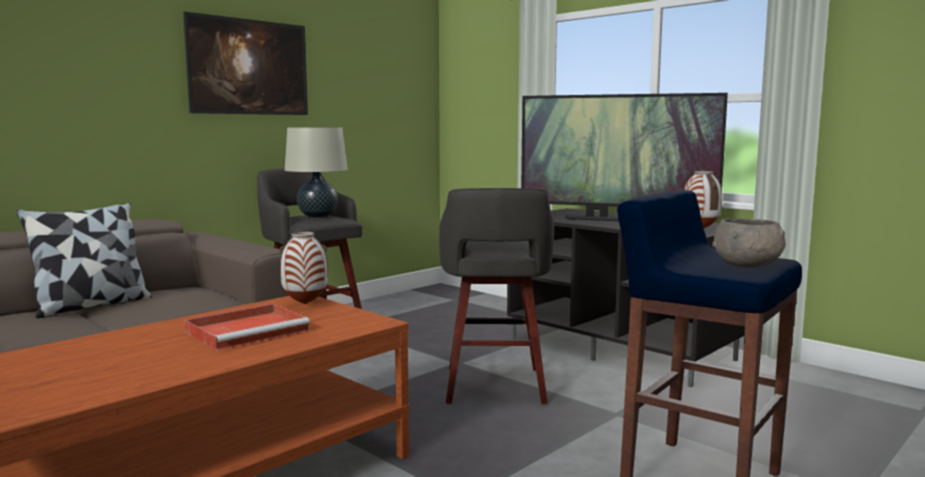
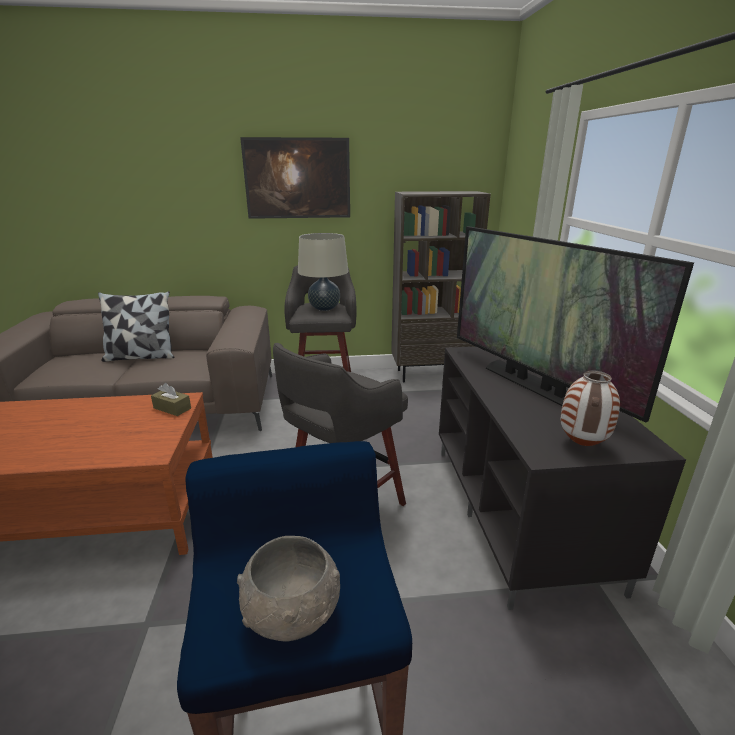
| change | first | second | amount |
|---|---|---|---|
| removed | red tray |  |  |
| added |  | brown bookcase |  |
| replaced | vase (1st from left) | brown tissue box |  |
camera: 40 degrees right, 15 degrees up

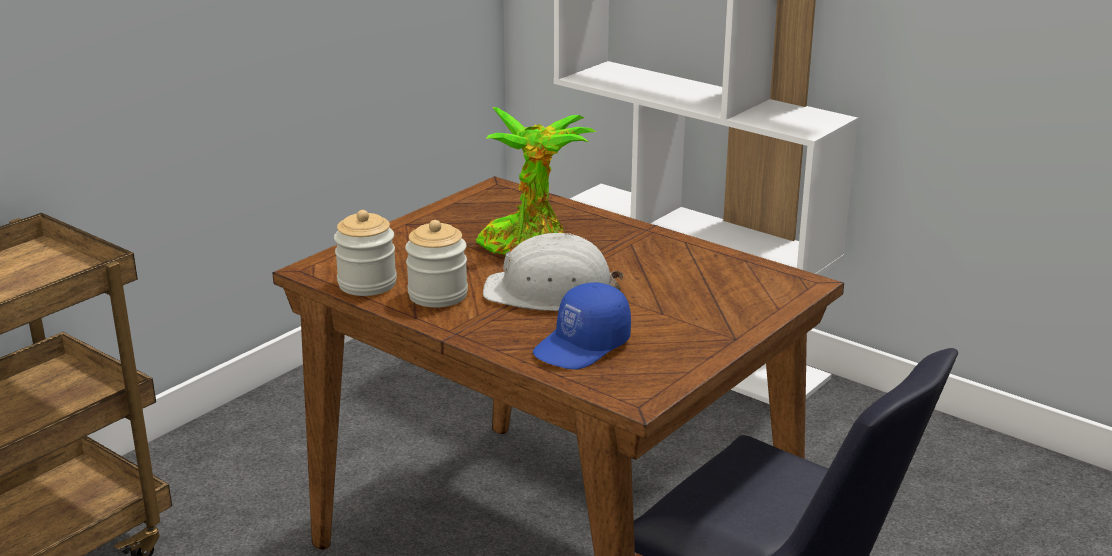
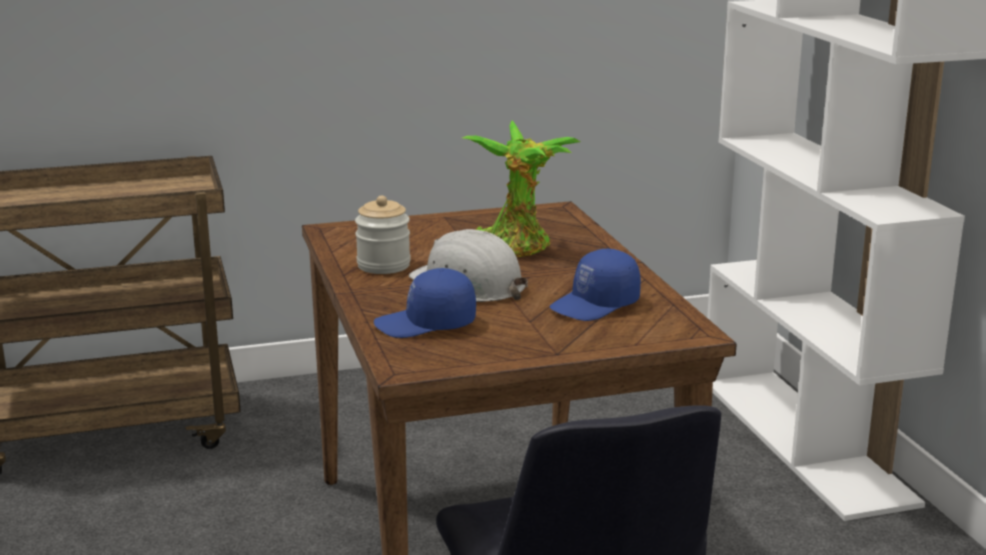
| change | first | second | amount |
|---|---|---|---|
| removed | jar (1st from left) |  |  |
| added |  | blue cap (2nd from left) |  |
camera: 35 degrees right, 5 degrees down

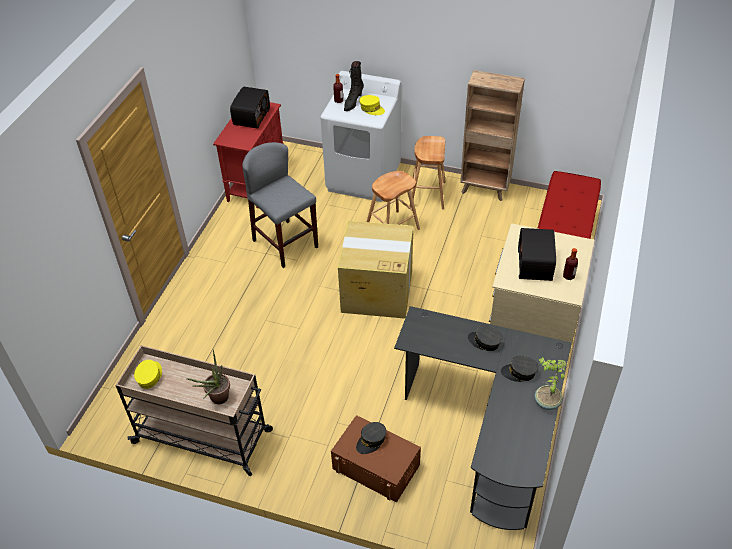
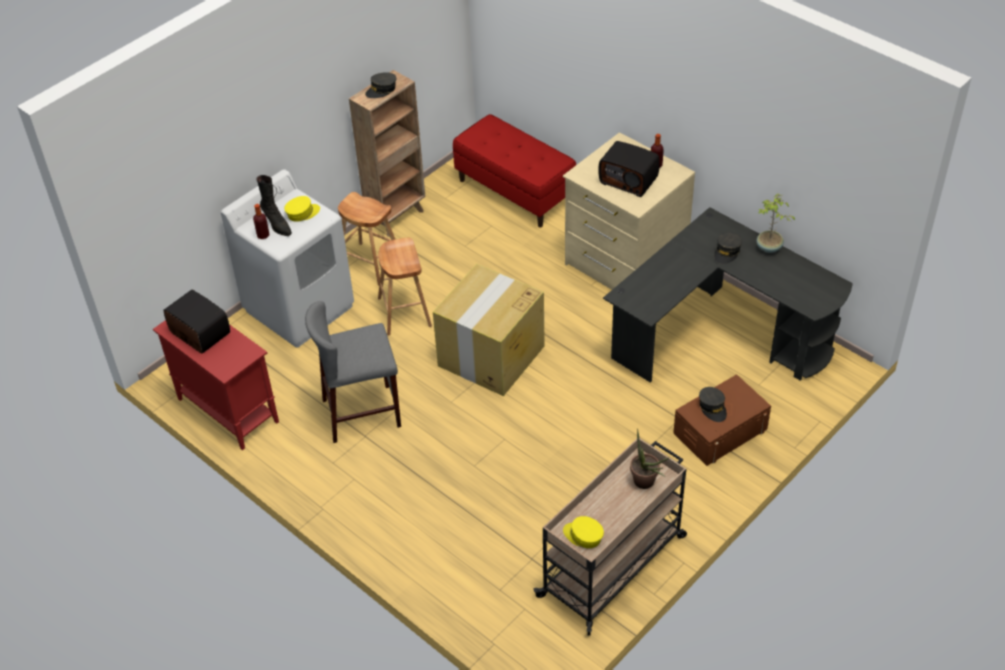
| change | first | second | amount |
|---|---|---|---|
| moved | grey cap (2nd from left in the first image) | grey cap (1st from left) |  |
camera: 65 degrees left, 0 degrees up

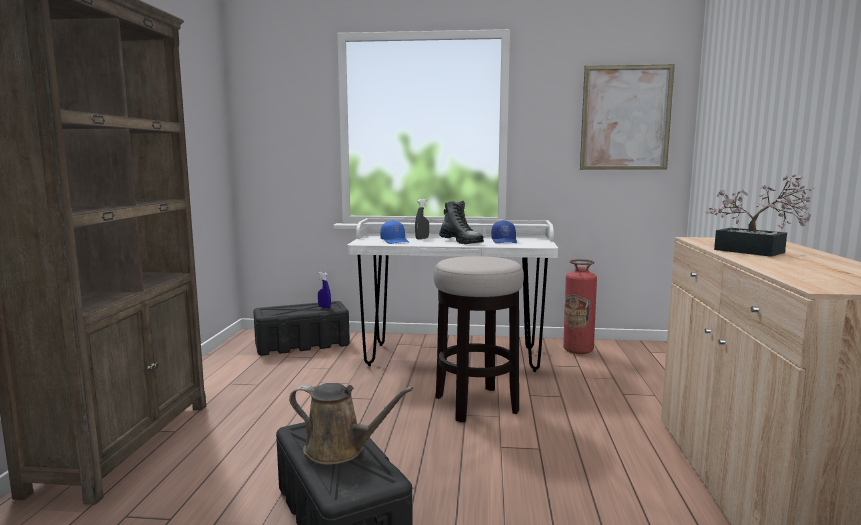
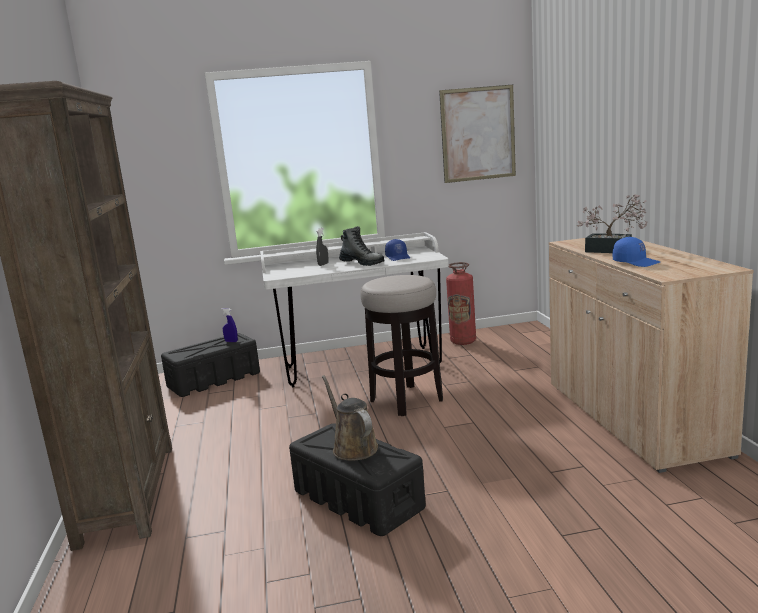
| change | first | second | amount |
|---|---|---|---|
| moved | blue cap (1st from left in the first image) | blue cap (2nd from left) |  |
| turned | brown watering can |  | 120 degrees counterclockwise |
camera: 15 degrees left, 5 degrees up

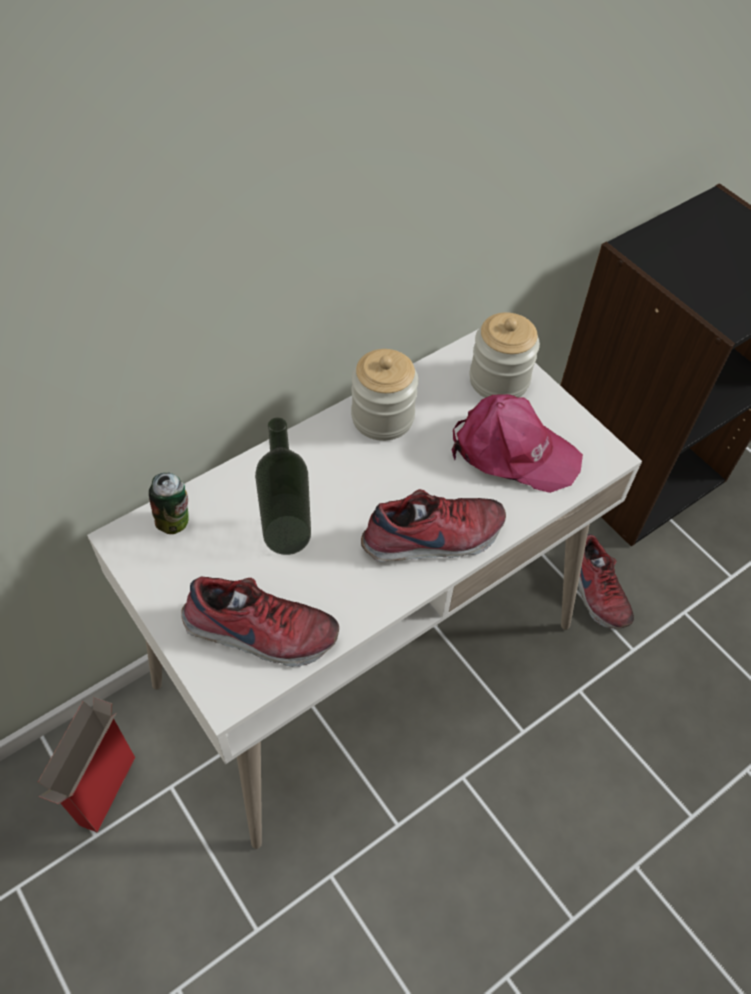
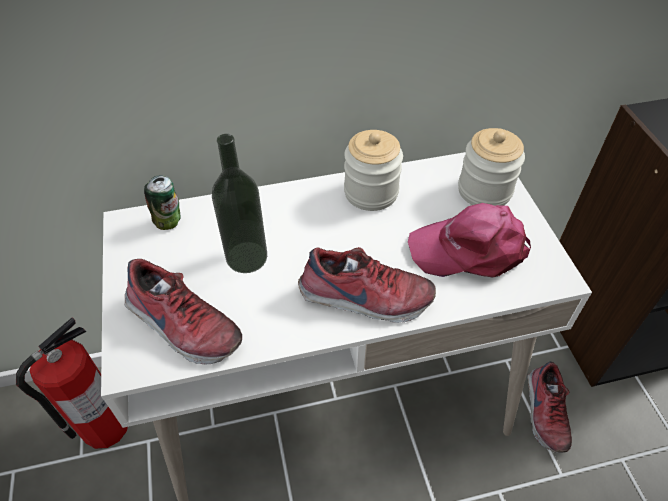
| change | first | second | amount |
|---|---|---|---|
| replaced | cardboard box | fire extinguisher |  |
| turned | pink cap |  | 135 degrees clockwise |
camera: 25 degrees right, 5 degrees down

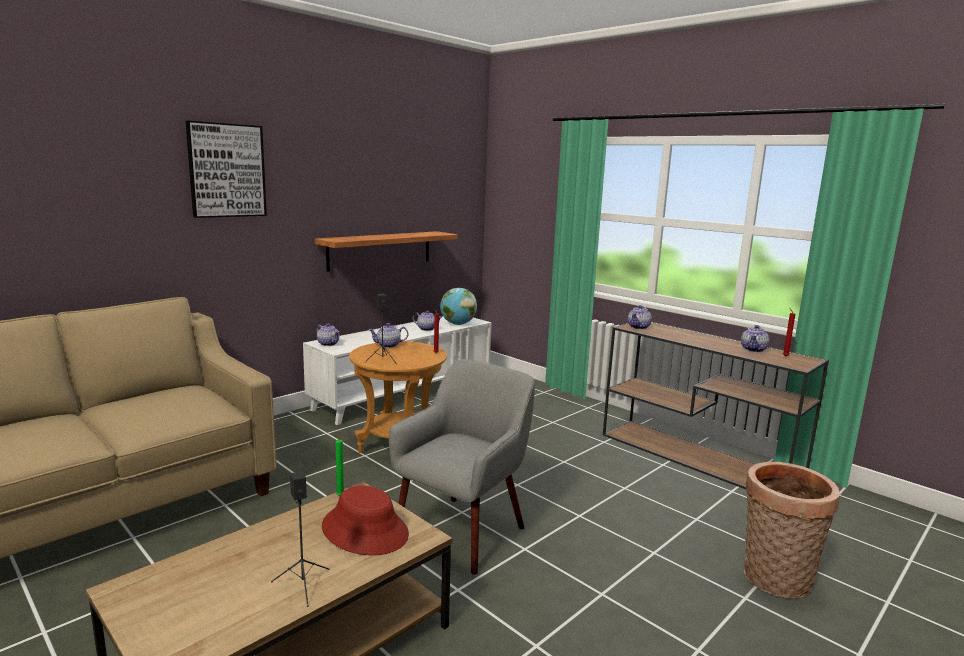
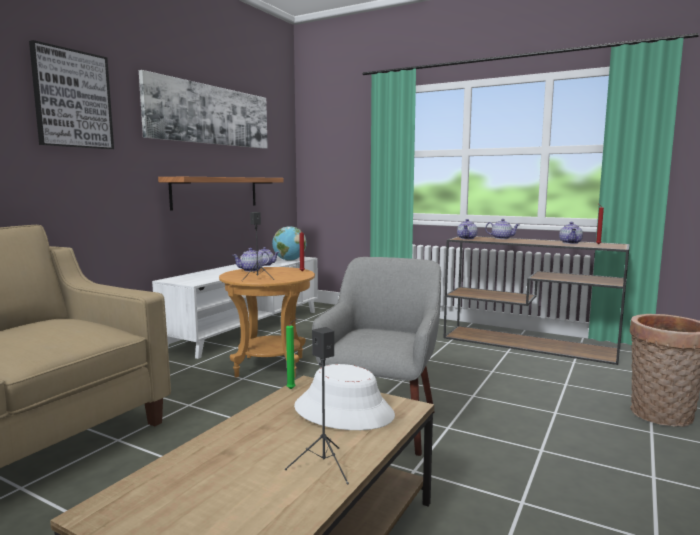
| change | first | second | amount |
|---|---|---|---|
| added |  | picture (2nd from left) |  |
| moved | teapot (1st from left in the first image) | teapot (4th from left) |  |
| recoloured | red hat | white hat |  |
camera: 15 degrees left, 5 degrees down

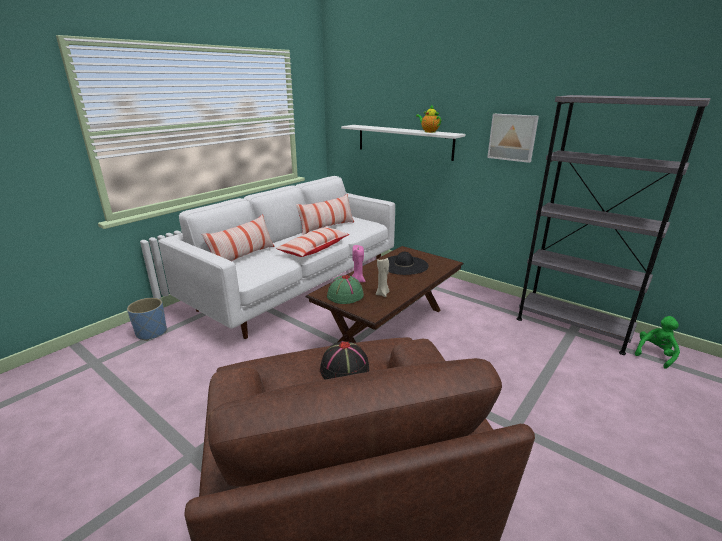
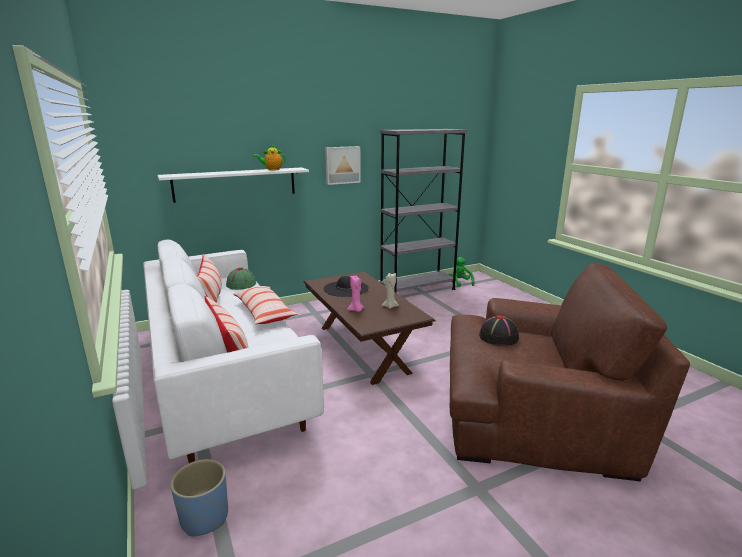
| change | first | second | amount |
|---|---|---|---|
| moved | green hat |  |  |
camera: 65 degrees left, 5 degrees down

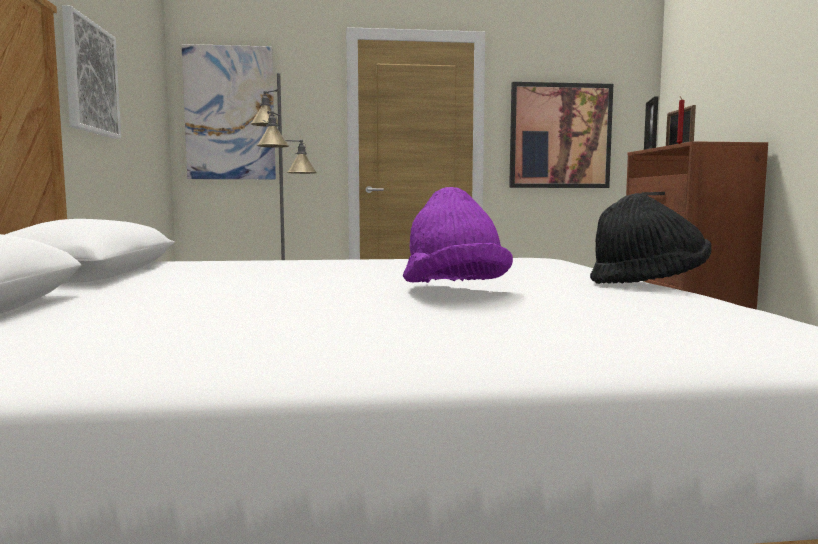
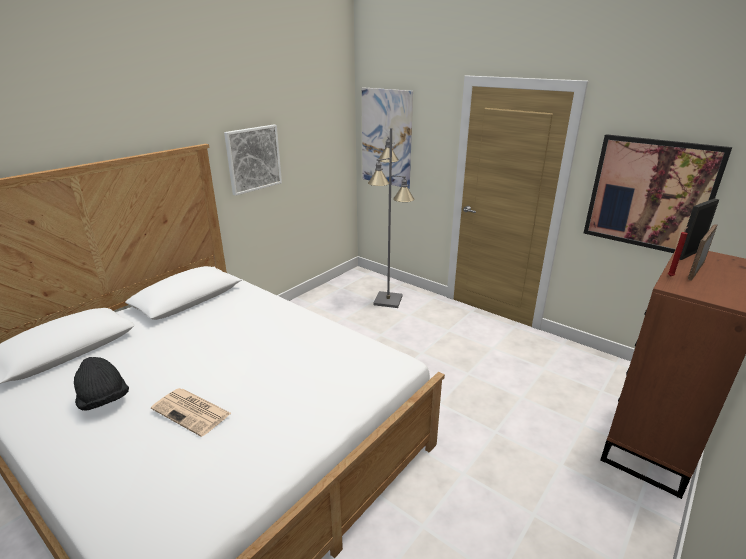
| change | first | second | amount |
|---|---|---|---|
| moved | black hat |  |  |
| replaced | purple hat | newspaper |  |
camera: 45 degrees right, 20 degrees up

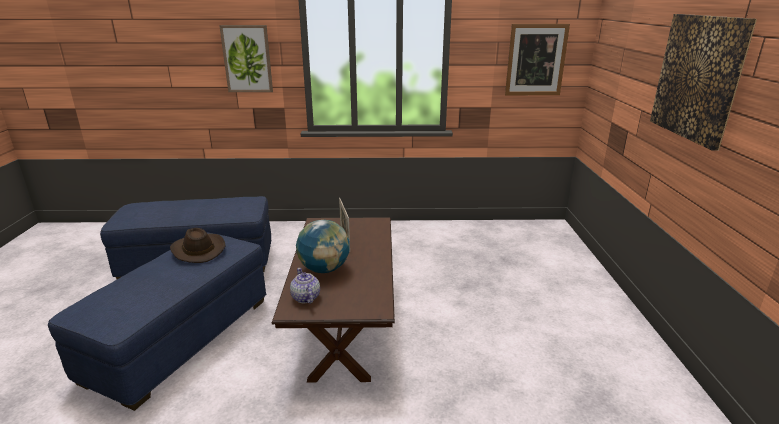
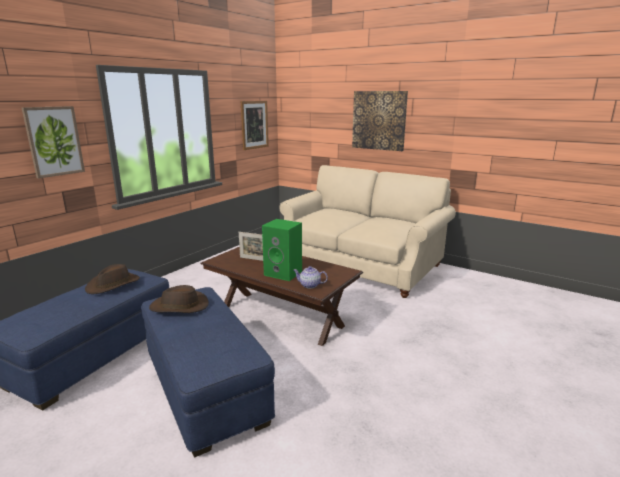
| change | first | second | amount |
|---|---|---|---|
| added |  | brown hat (1st from left) |  |
| added |  | beige sofa |  |
| replaced | globe | green speaker |  |
camera: 55 degrees left, 5 degrees down

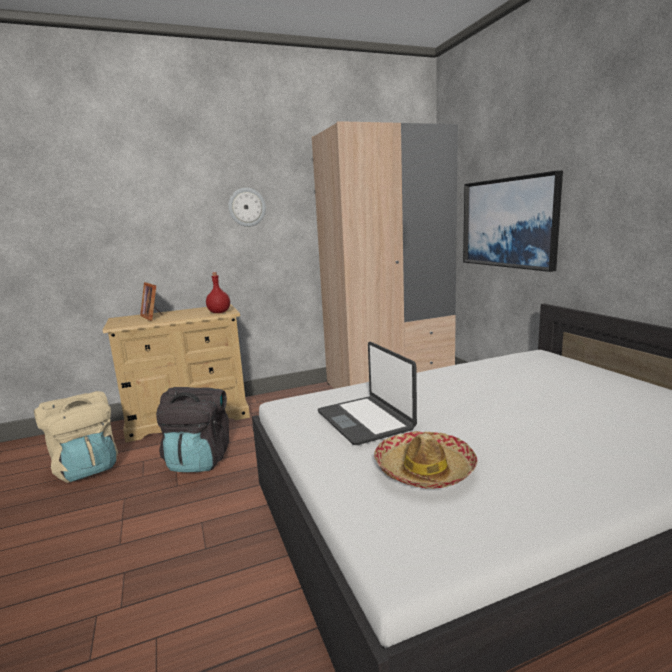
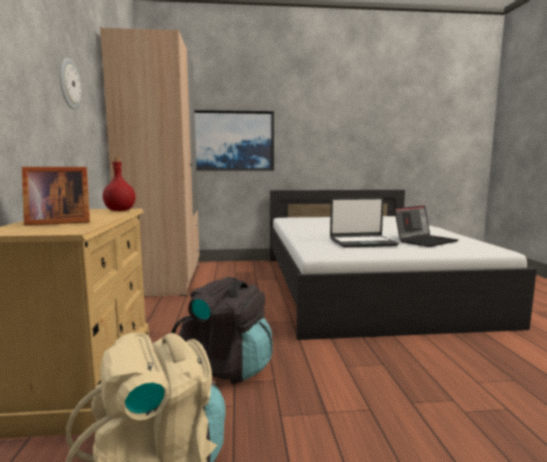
| change | first | second | amount |
|---|---|---|---|
| replaced | hat | laptop (2nd from left) |  |
camera: 75 degrees left, 5 degrees down

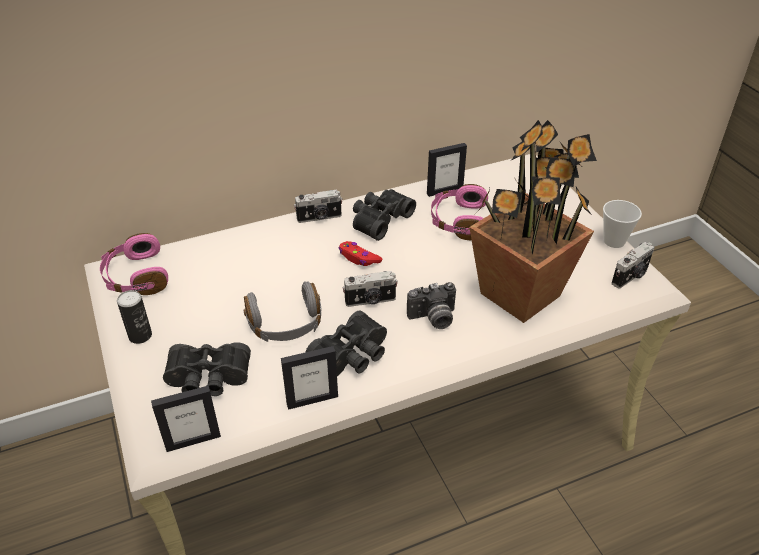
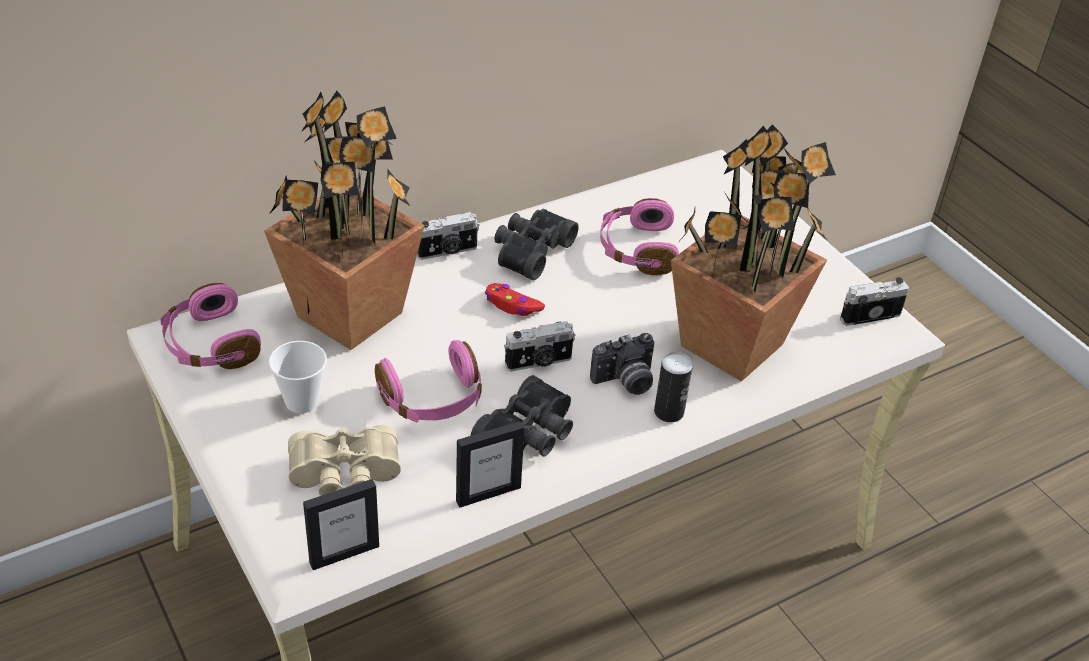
| change | first | second | amount |
|---|---|---|---|
| removed | picture frame (3rd from left) |  |  |
| added |  | potted plant (1st from left) |  |
| moved | can |  |  |
| moved | cup |  |  |
| recoloured | black binoculars (1st from left) | beige binoculars |  |
| recoloured | grey headphones | pink headphones (2nd from left) |  |
| turned | photo camera (4th from left) |  | 150 degrees counterclockwise |
camera: 10 degrees left, 0 degrees up

